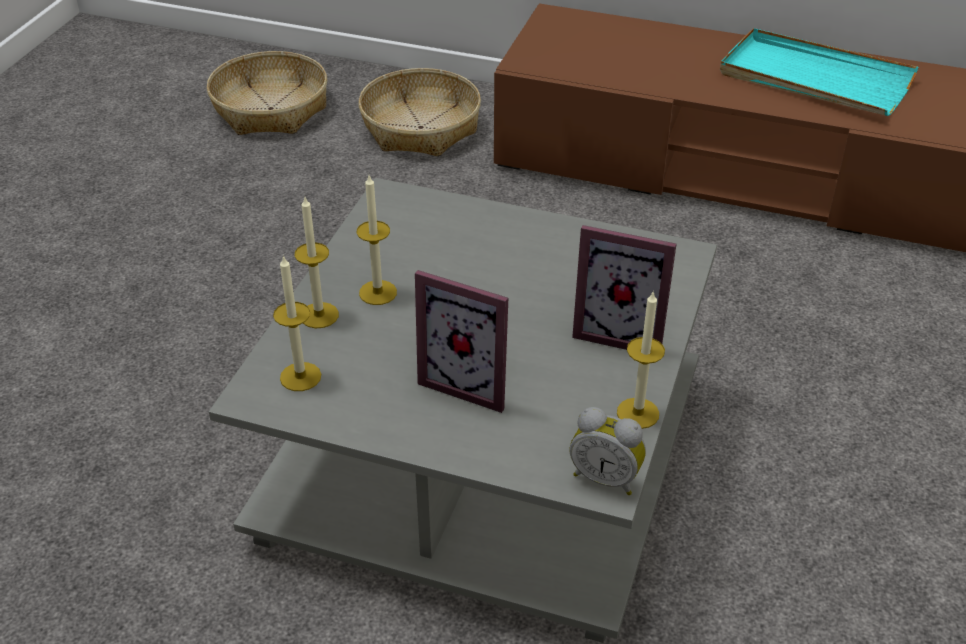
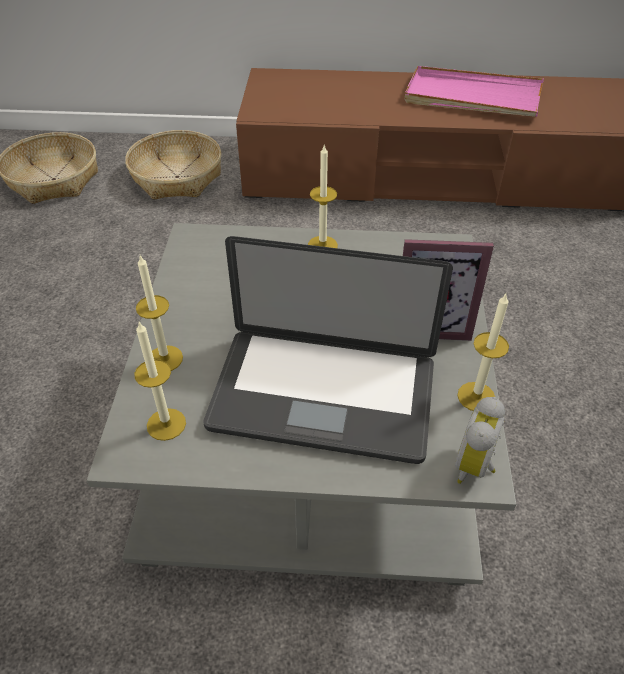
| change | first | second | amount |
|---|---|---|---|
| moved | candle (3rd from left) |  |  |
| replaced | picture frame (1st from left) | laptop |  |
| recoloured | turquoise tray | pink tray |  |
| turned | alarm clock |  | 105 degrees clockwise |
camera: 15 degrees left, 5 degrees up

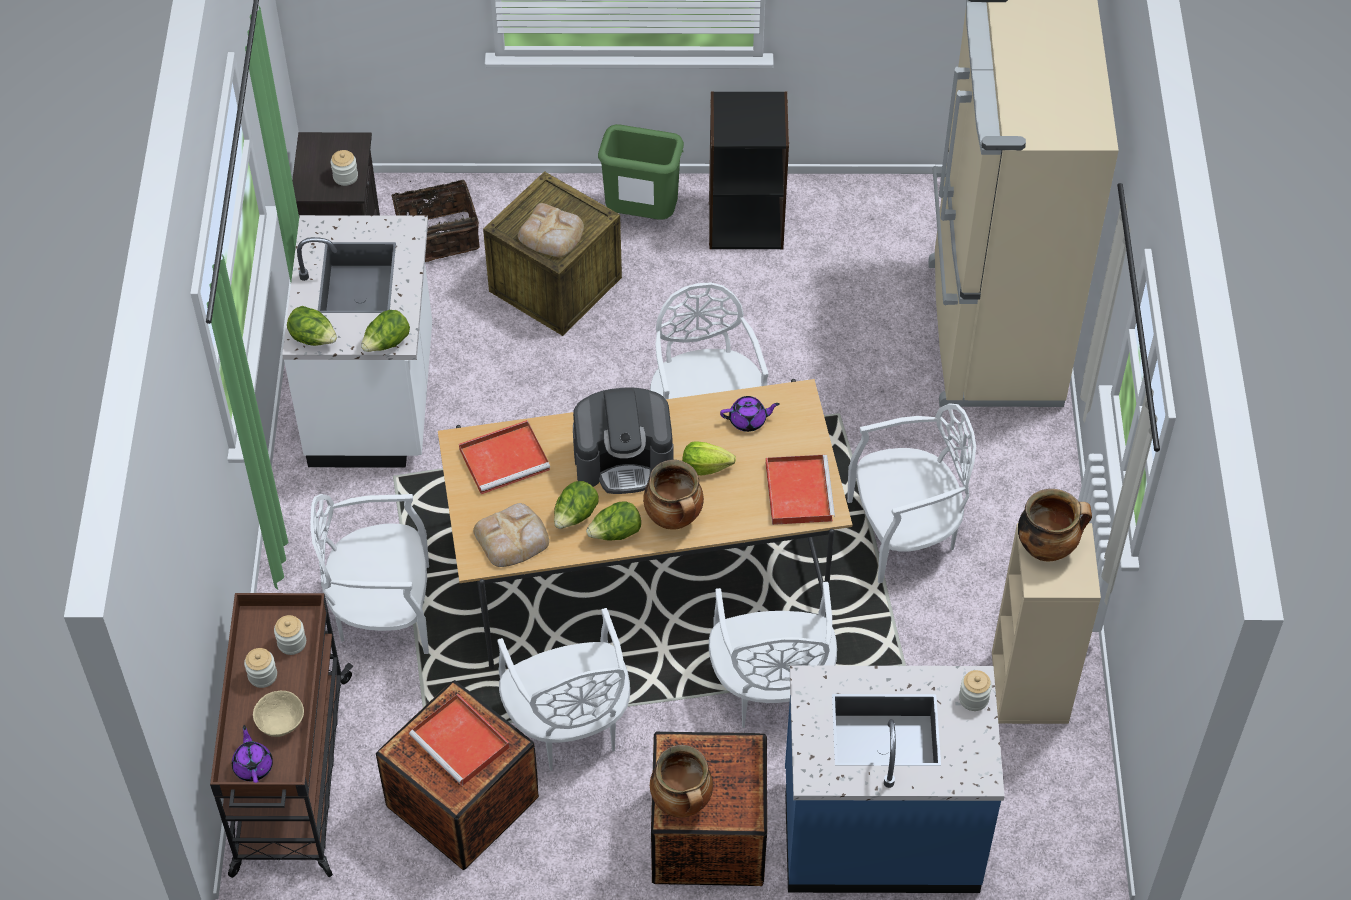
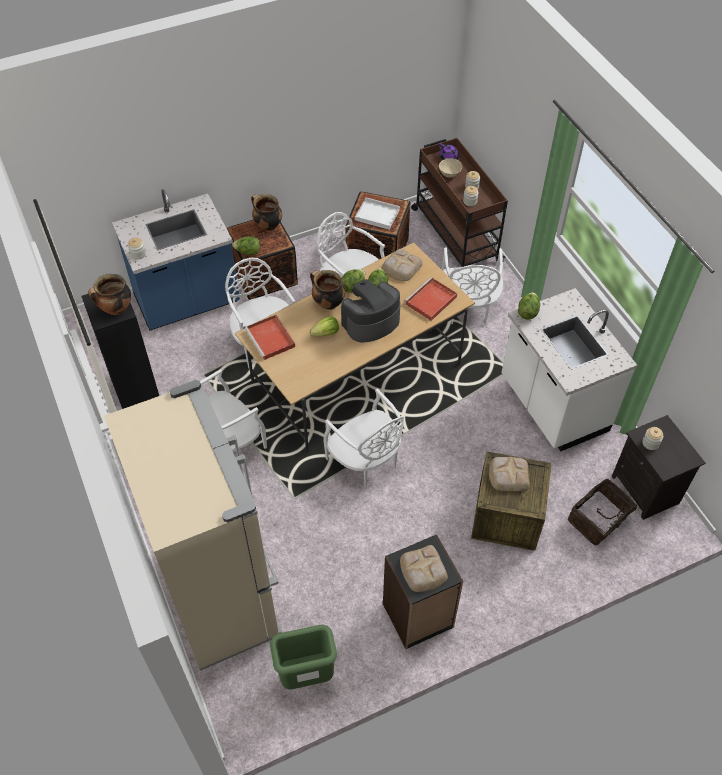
| change | first | second | amount |
|---|---|---|---|
| removed | purple teapot (2nd from left) |  |  |
| added |  | bread (2nd from left) |  |
| moved | lettuce (1st from left) |  |  |
| moved | green trash can |  |  |
| recoloured | red tray (1st from left) | white tray |  |
| recoloured | beige bookcase | black bookcase (1st from left) |  |
| turned | white chair (1st from left in the first image) | white chair (5th from left) | 120 degrees clockwise |
camera: 155 degrees right, 0 degrees up

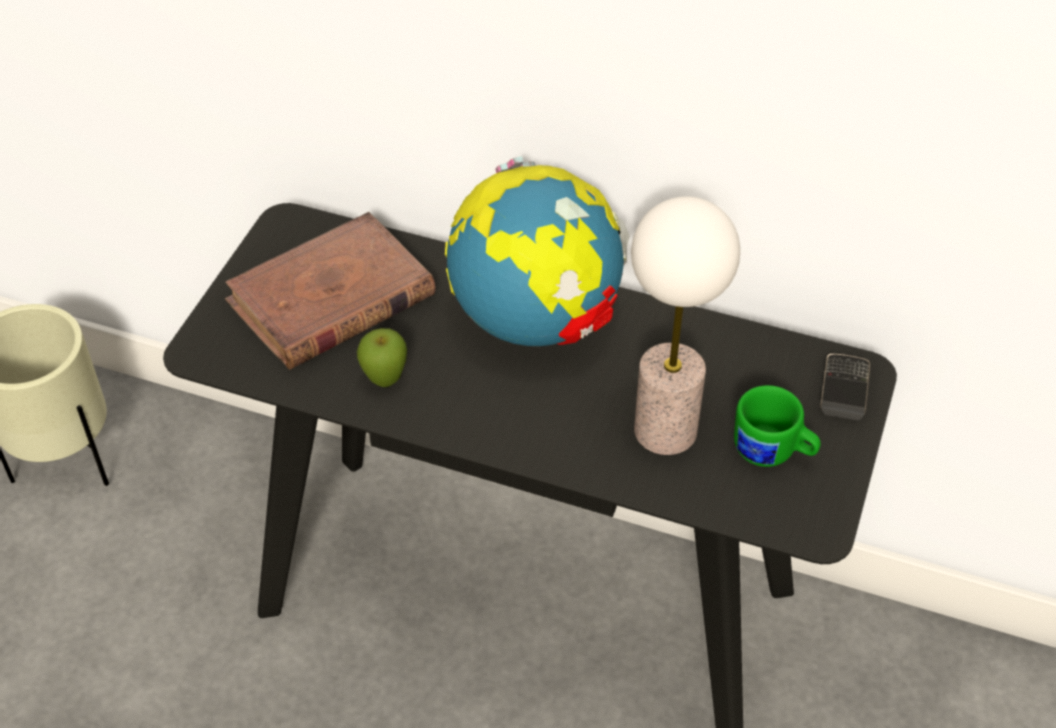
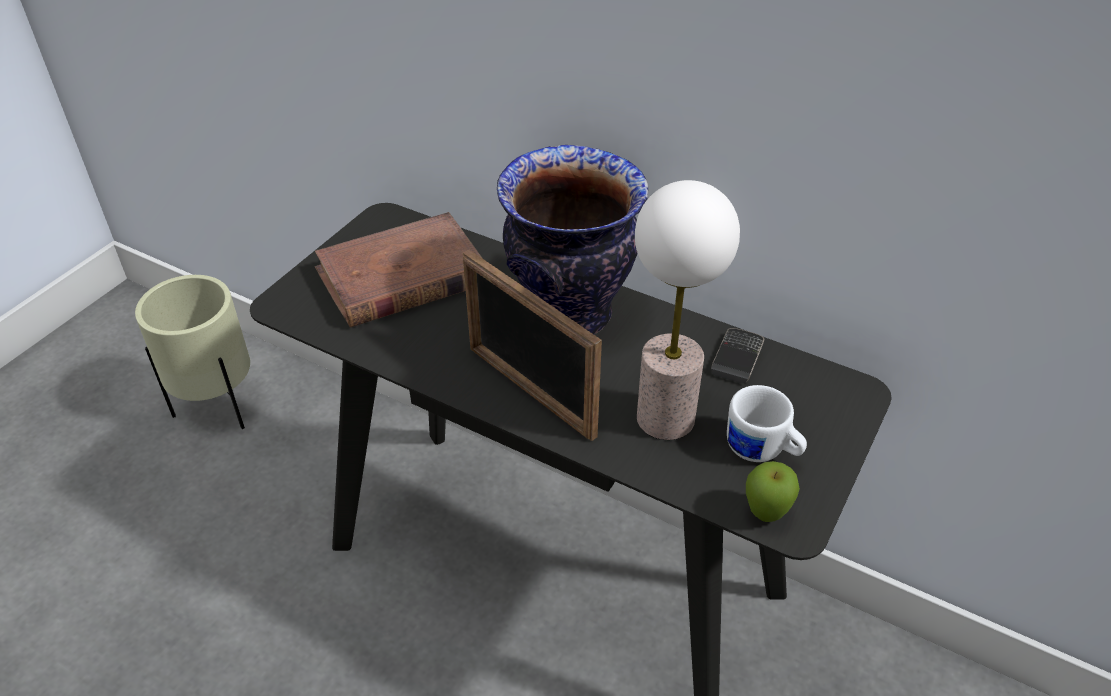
| change | first | second | amount |
|---|---|---|---|
| added |  | picture frame |  |
| moved | apple |  |  |
| moved | phone |  |  |
| replaced | globe | vase |  |
| recoloured | green mug | white mug |  |
camera: 10 degrees right, 5 degrees down

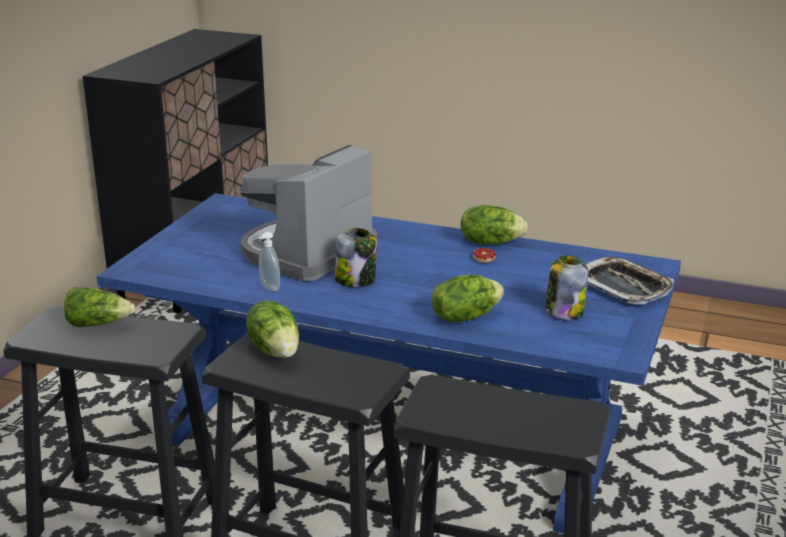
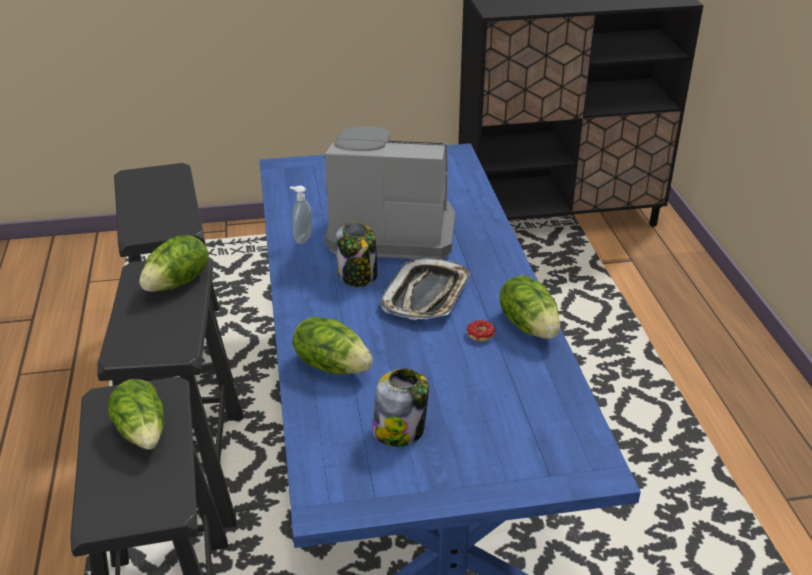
| change | first | second | amount |
|---|---|---|---|
| moved | lettuce (1st from left) |  |  |
| moved | tray |  |  |
camera: 60 degrees right, 10 degrees up

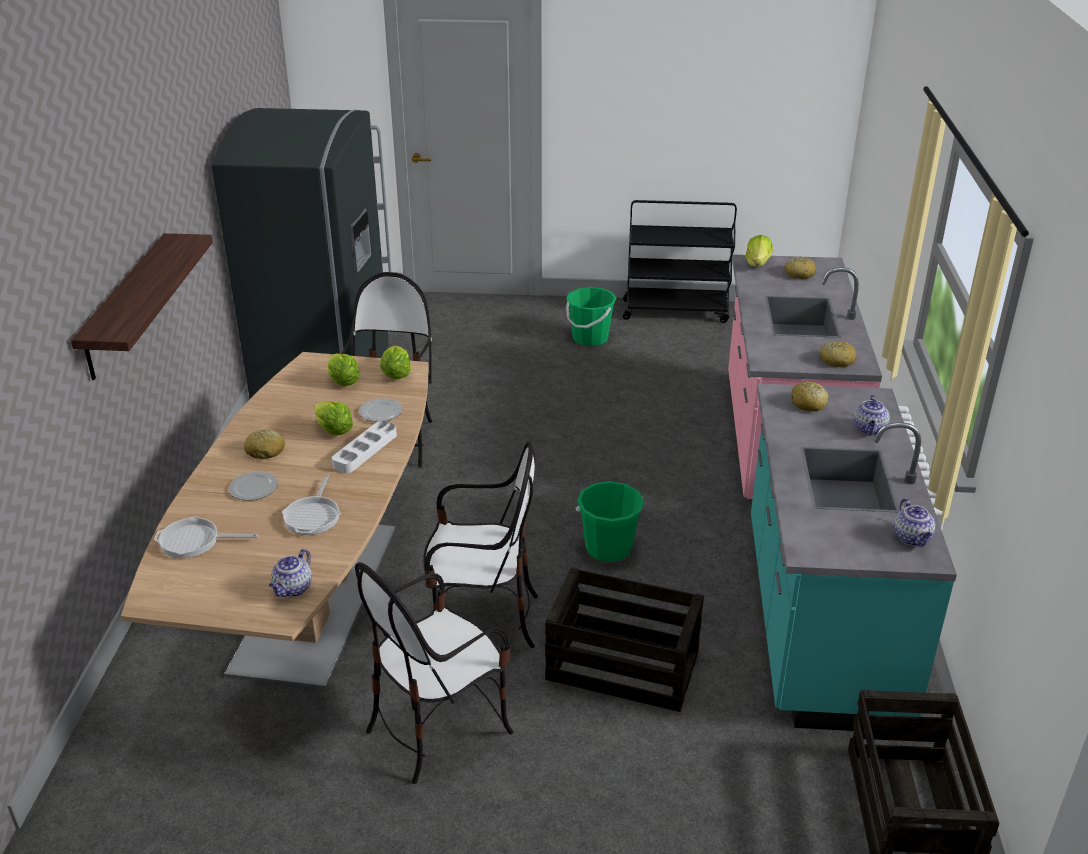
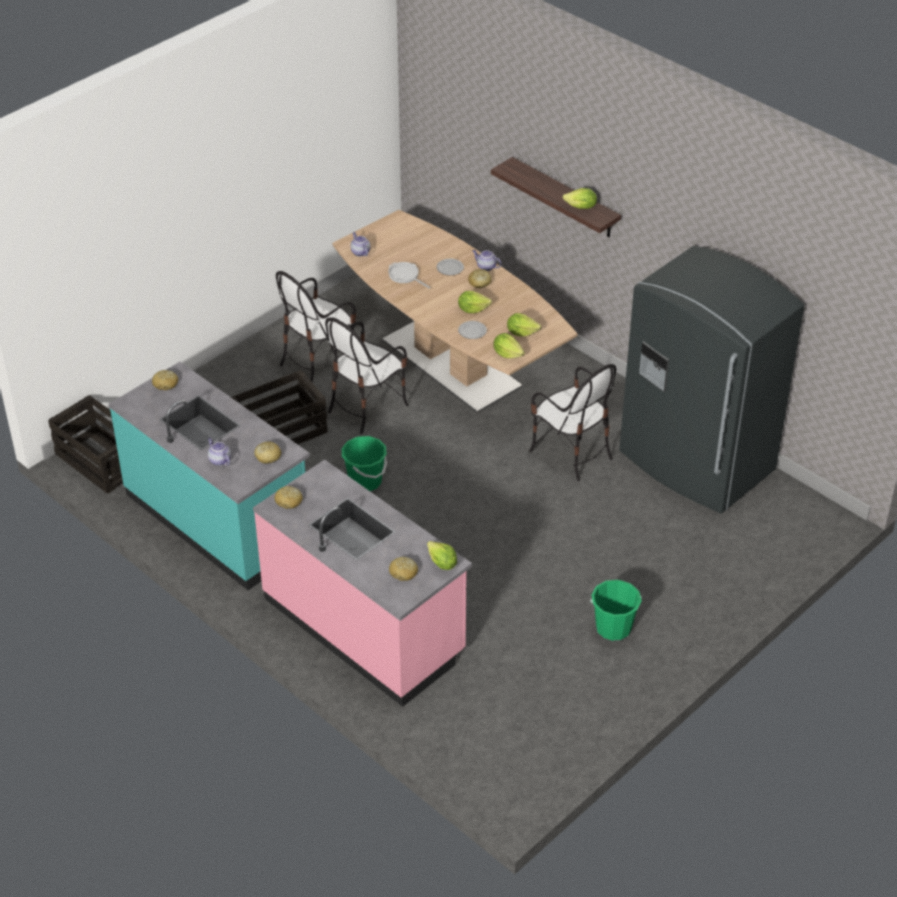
| change | first | second | amount |
|---|---|---|---|
| removed | frying pan (1st from left) |  |  |
| removed | white tray |  |  |
| removed | black cart |  |  |
| added |  | bread (1st from left) |  |
| added |  | lettuce (5th from left) |  |
| moved | teapot (3rd from left) |  |  |
| turned | chair (2nd from left in the first image) | chair (1st from left) | 135 degrees counterclockwise |
camera: 130 degrees right, 10 degrees up

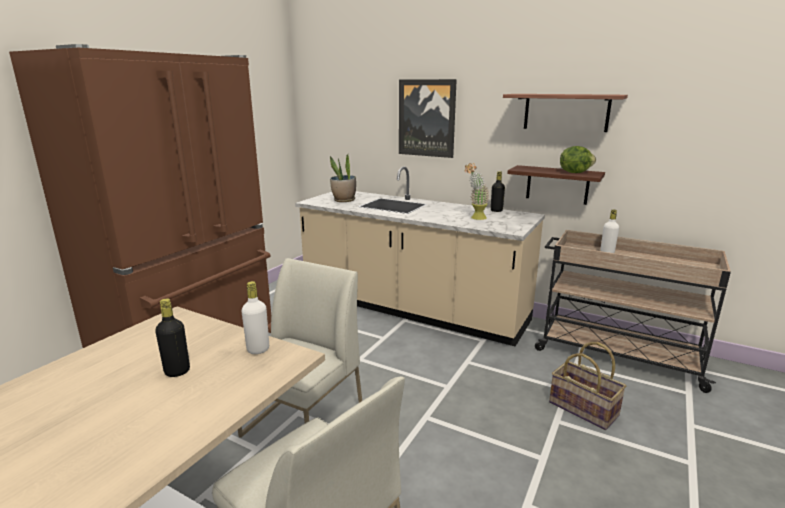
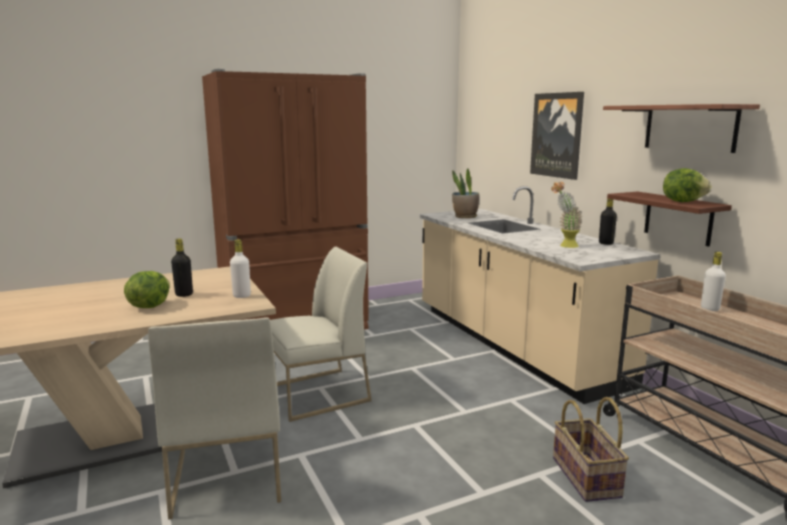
| change | first | second | amount |
|---|---|---|---|
| added |  | lettuce (1st from left) |  |
camera: 35 degrees right, 5 degrees down

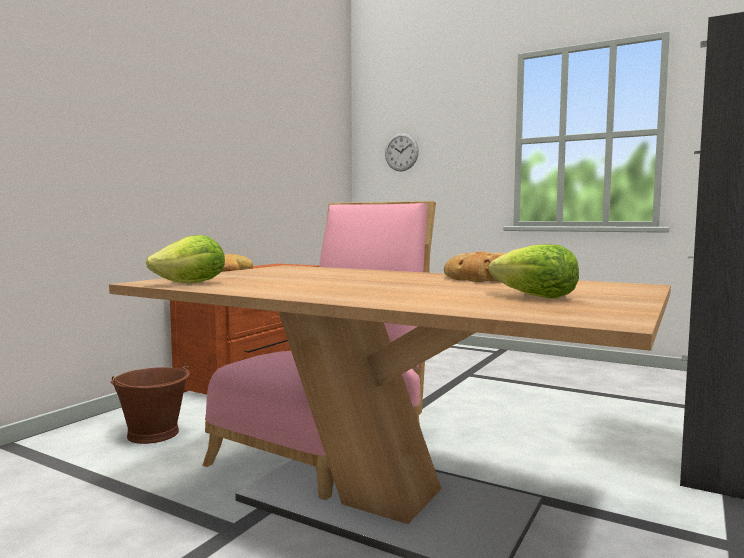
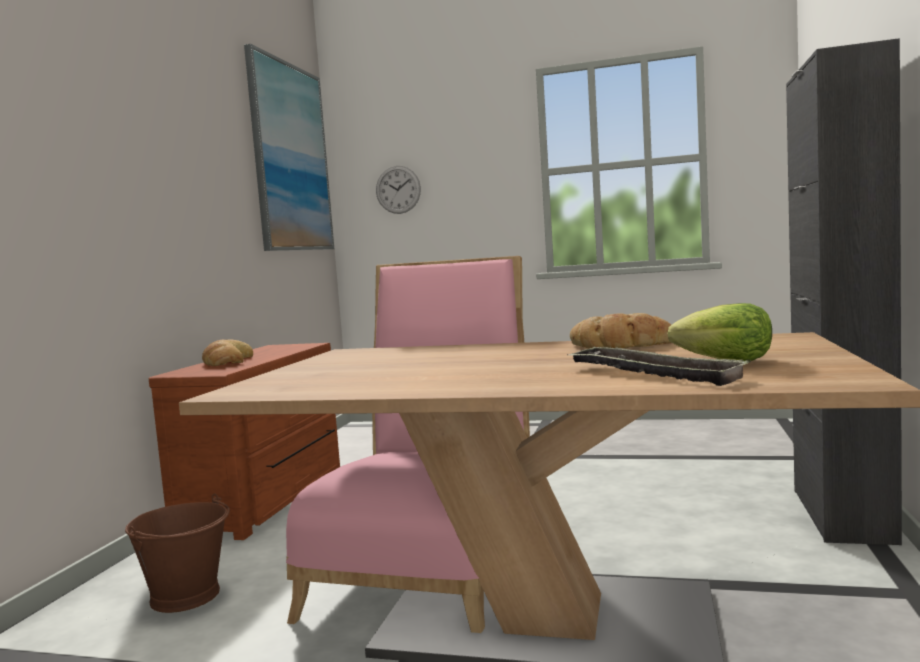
| change | first | second | amount |
|---|---|---|---|
| removed | lettuce (1st from left) |  |  |
| added |  | picture |  |
| added |  | tray |  |
camera: 15 degrees left, 0 degrees up

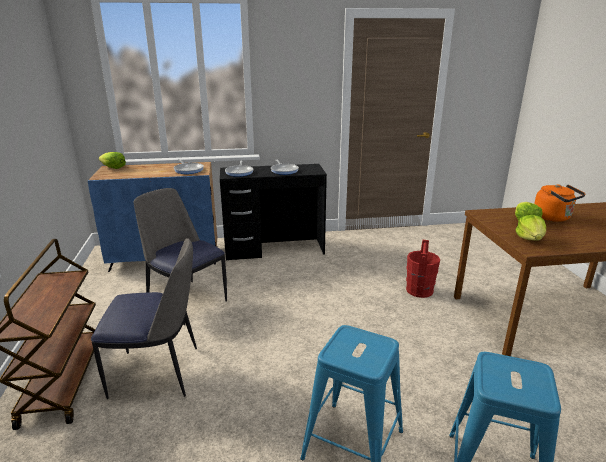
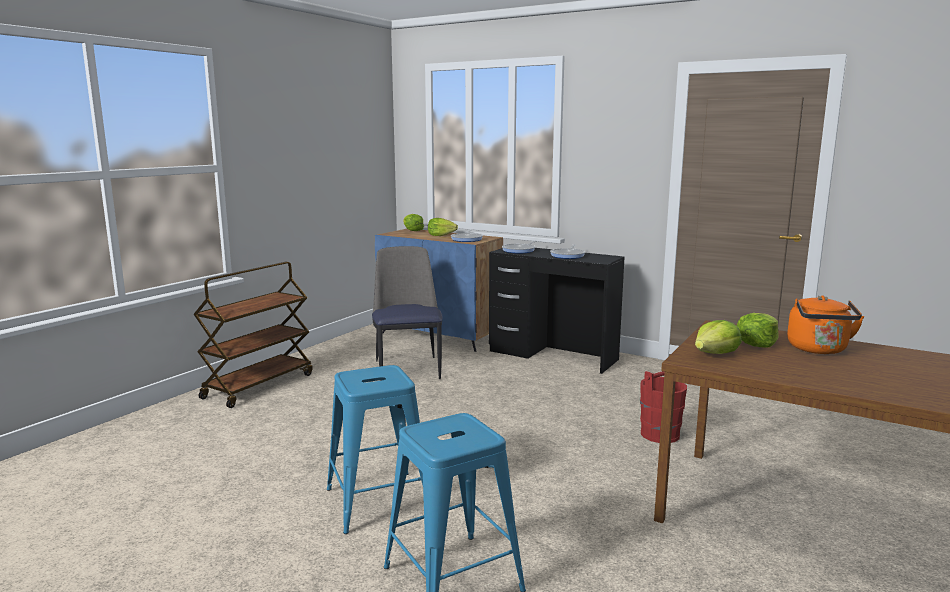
| change | first | second | amount |
|---|---|---|---|
| removed | chair (1st from left) |  |  |
| added |  | lettuce (2nd from left) |  |
camera: 40 degrees right, 10 degrees down

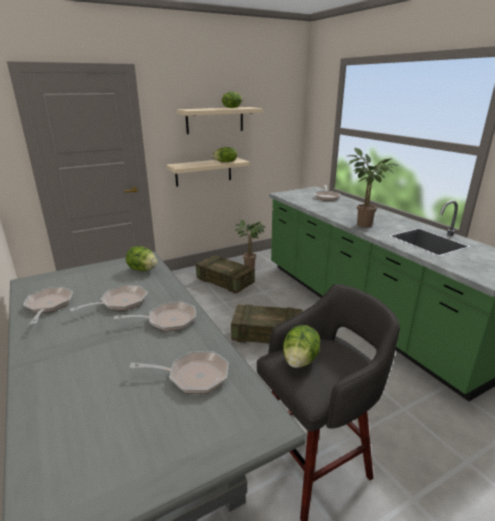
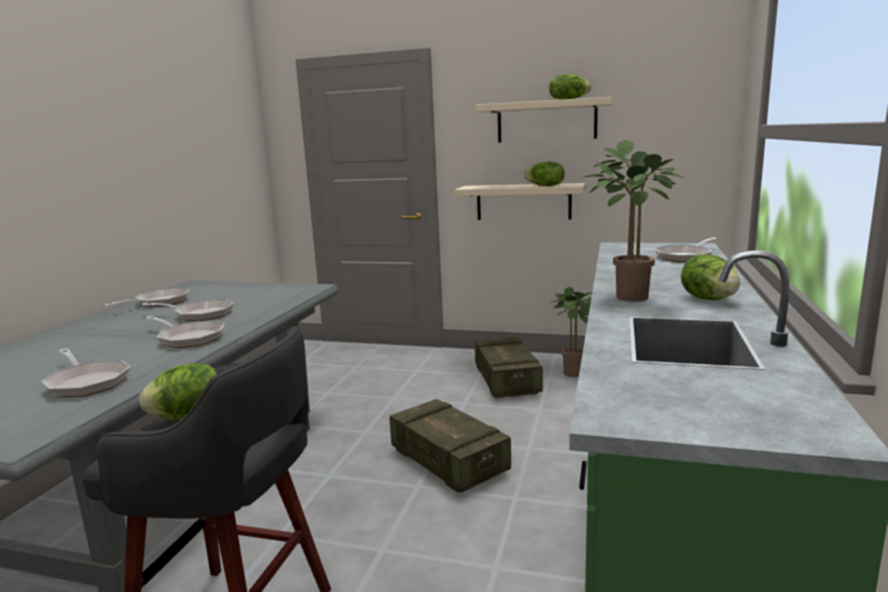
| change | first | second | amount |
|---|---|---|---|
| moved | lettuce (1st from left in the first image) | lettuce (4th from left) |  |
camera: 45 degrees right, 10 degrees down

